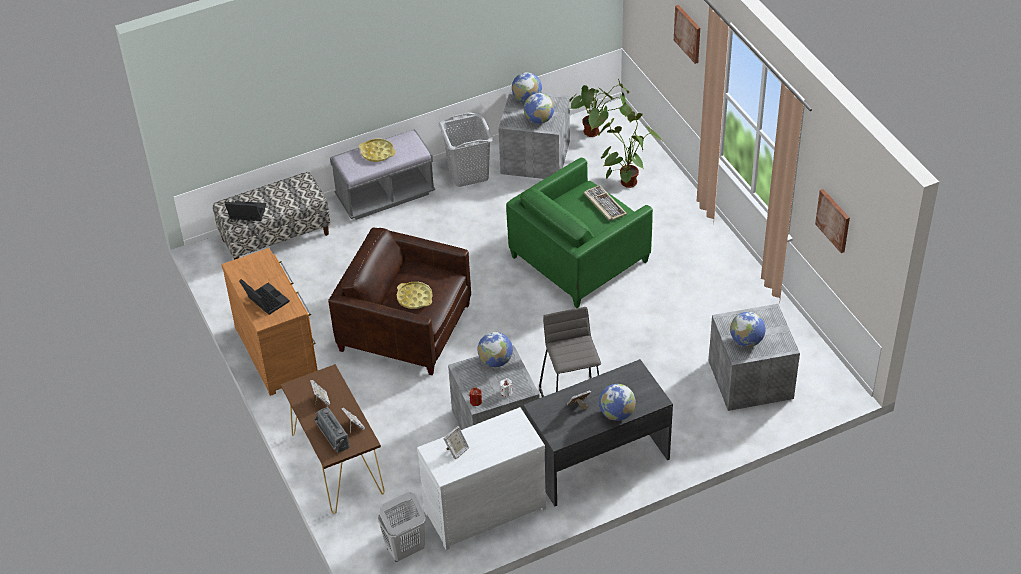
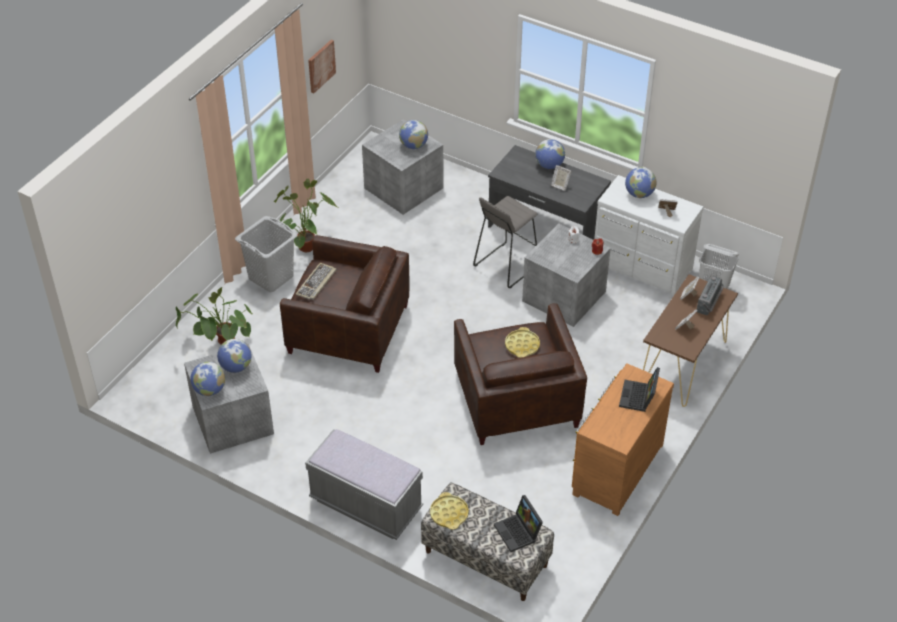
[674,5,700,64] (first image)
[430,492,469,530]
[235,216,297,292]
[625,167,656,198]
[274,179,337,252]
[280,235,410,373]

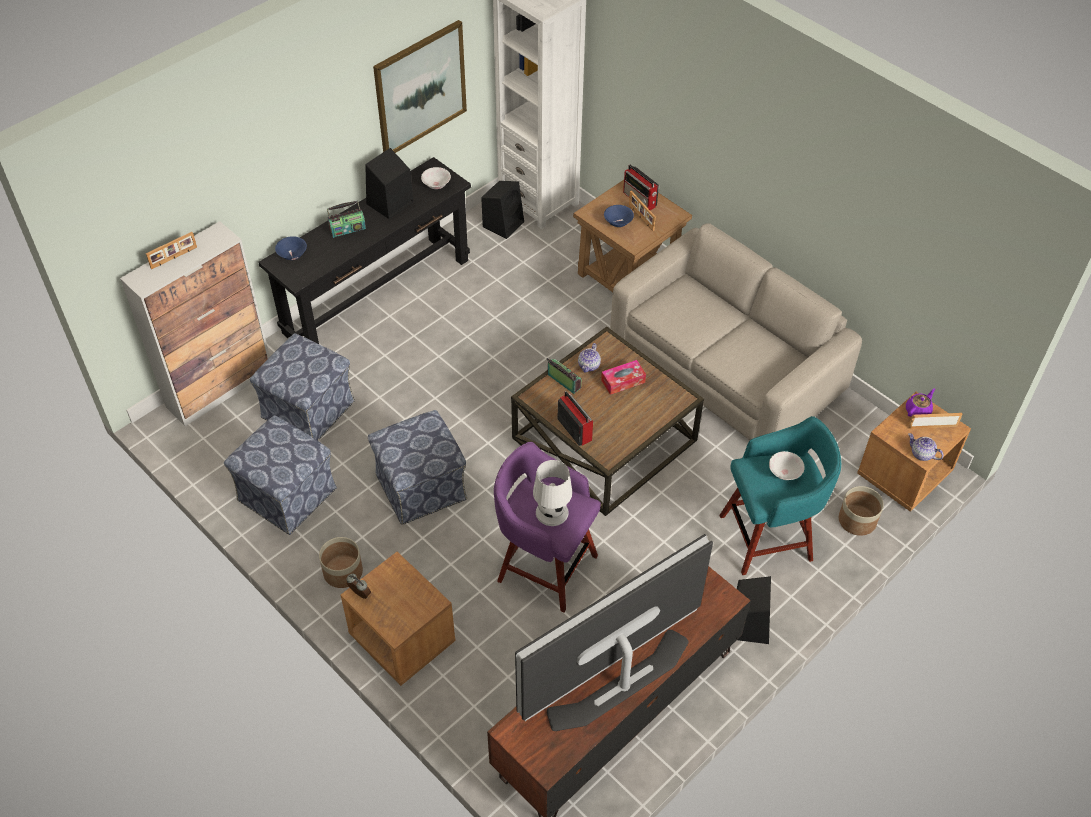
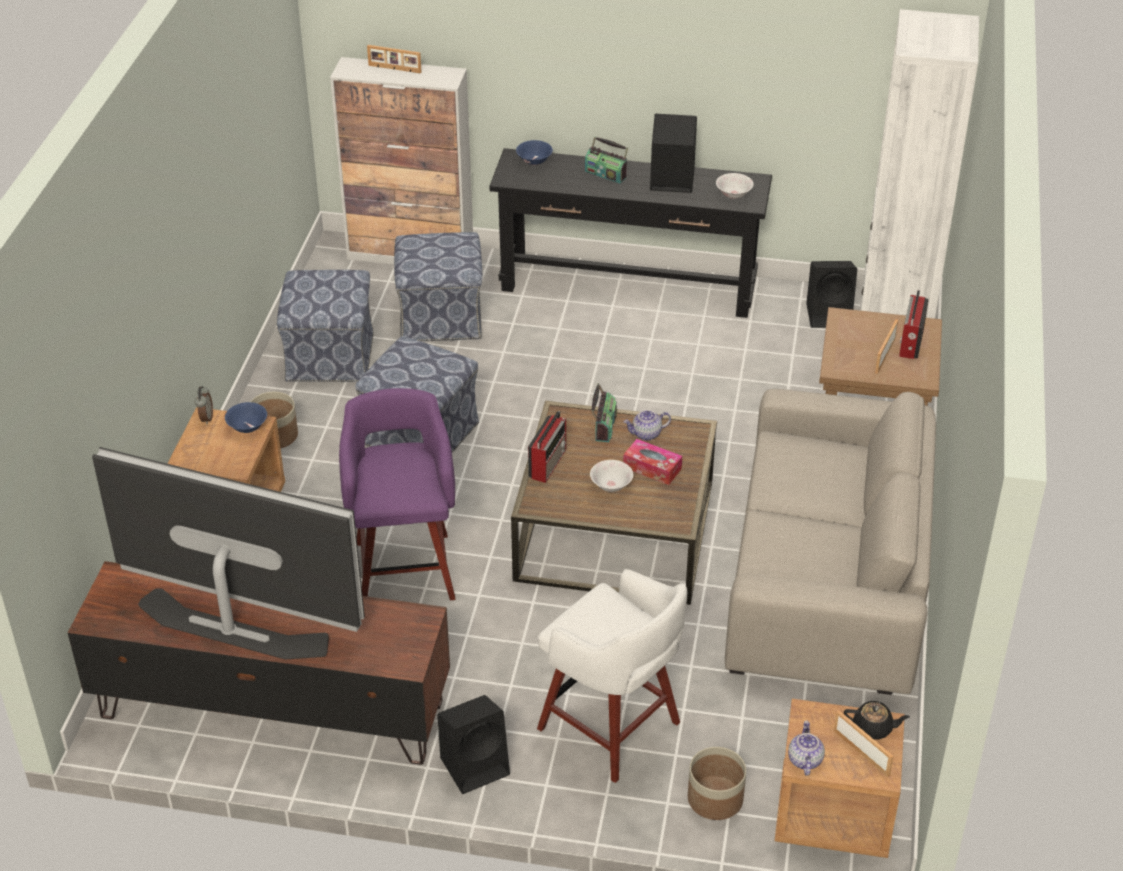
[373,20,467,153] (first image)
[533,460,572,526] (first image)
[225,402,267,433]
[590,460,633,492]
[537,569,687,783]
[844,701,910,739]

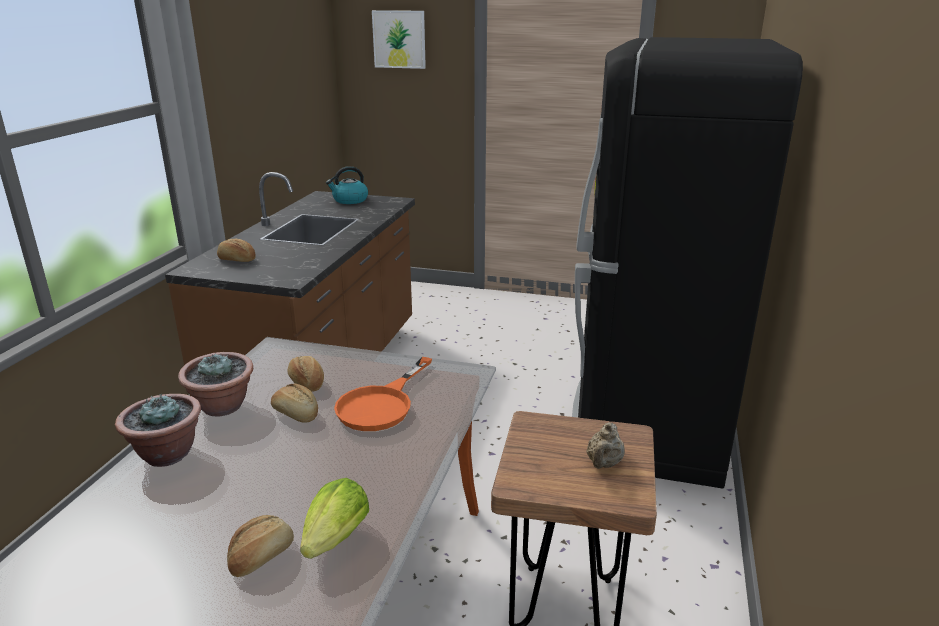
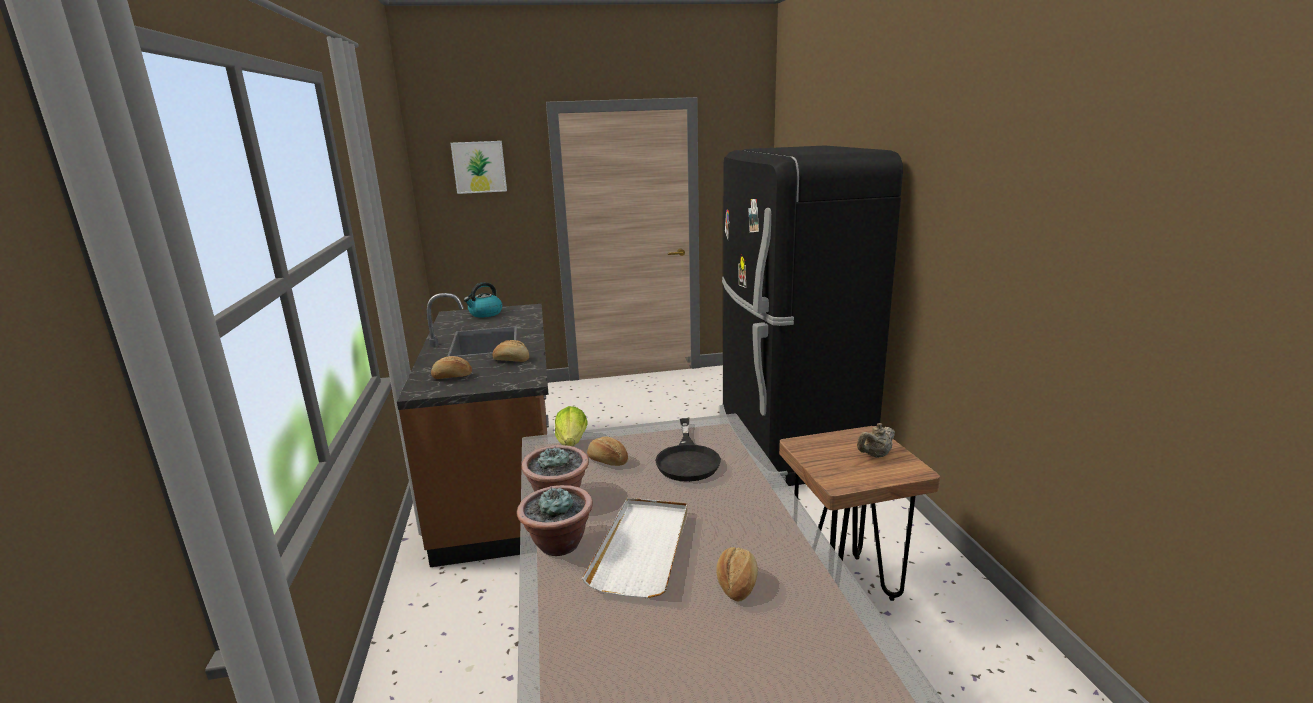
[582,498,687,598]
[492,340,529,362]
[555,406,588,446]
[655,418,721,482]
[857,423,895,458]

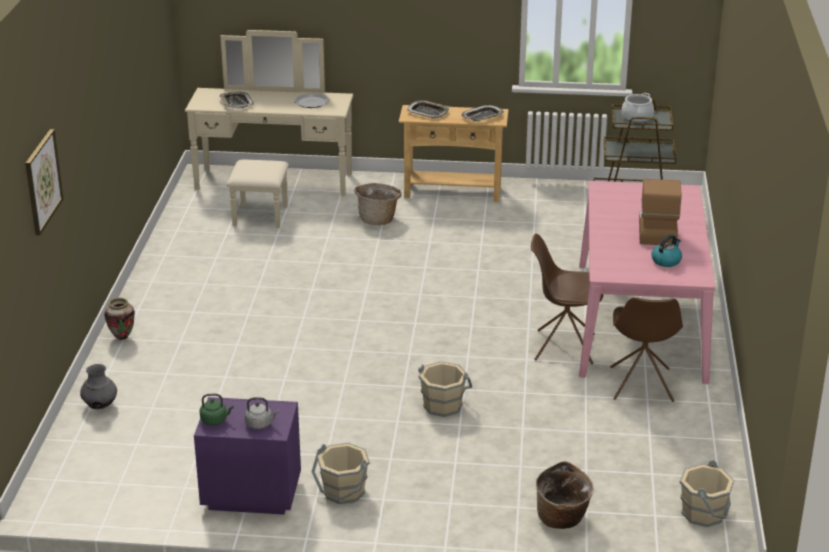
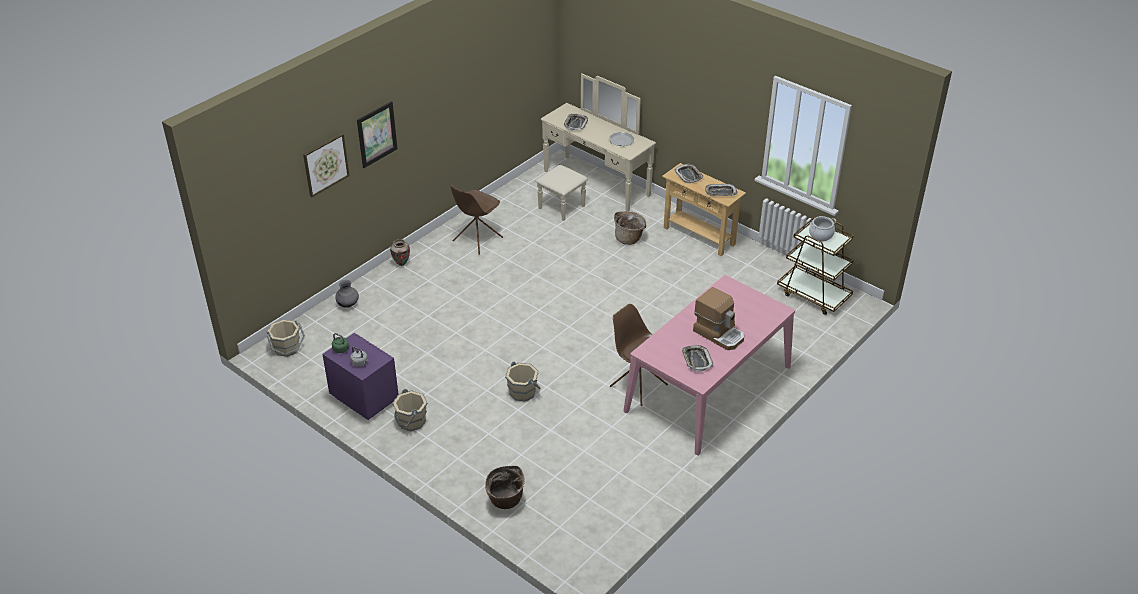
[357,101,398,168]
[450,184,503,255]
[267,319,305,357]
[681,345,713,371]
[693,287,744,350]

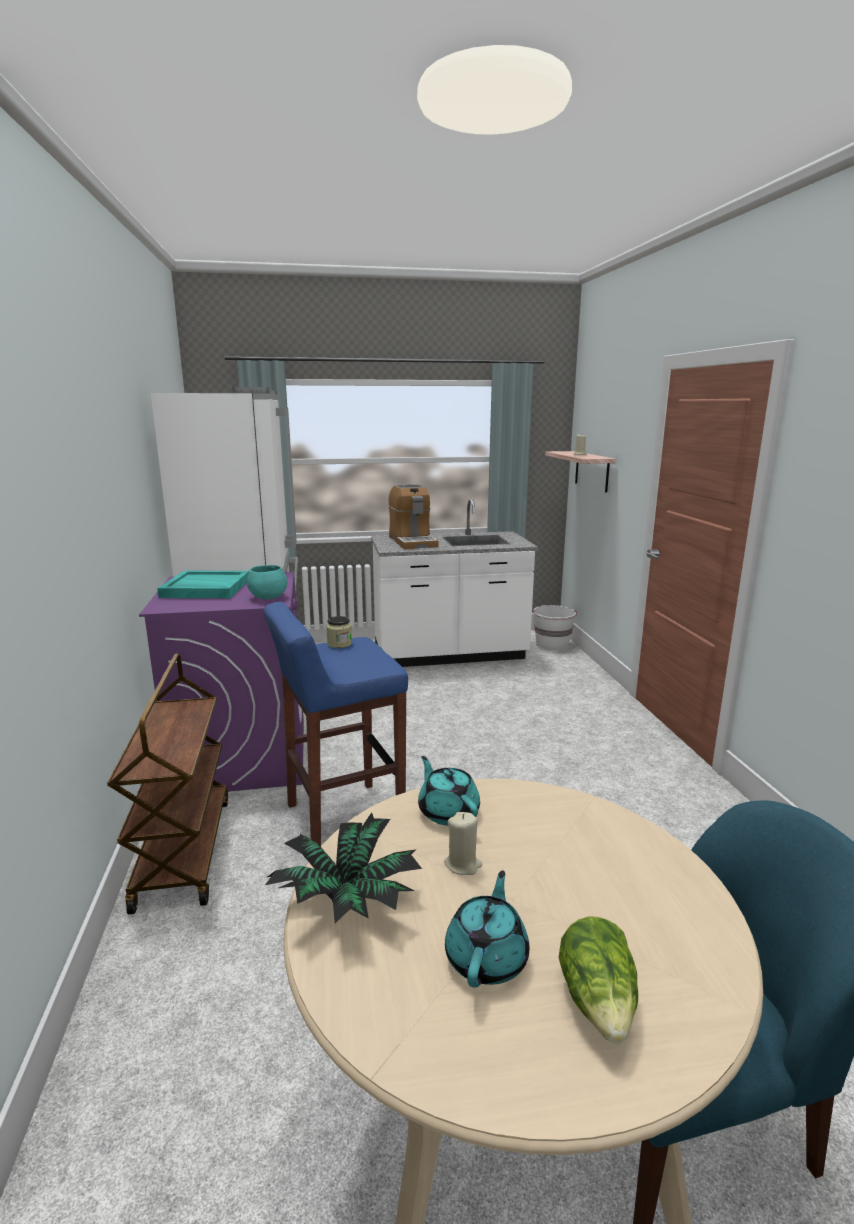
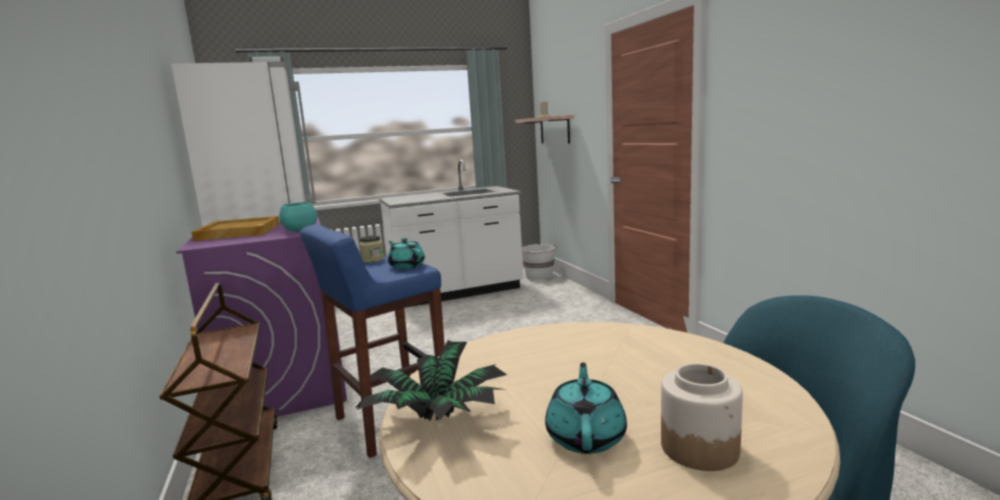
[388,484,439,549] (first image)
[444,812,482,875] (first image)
[388,238,425,269]
[661,364,743,471]
[192,216,279,241]

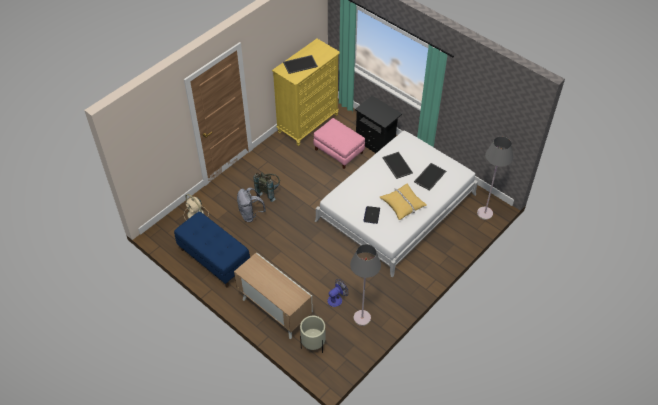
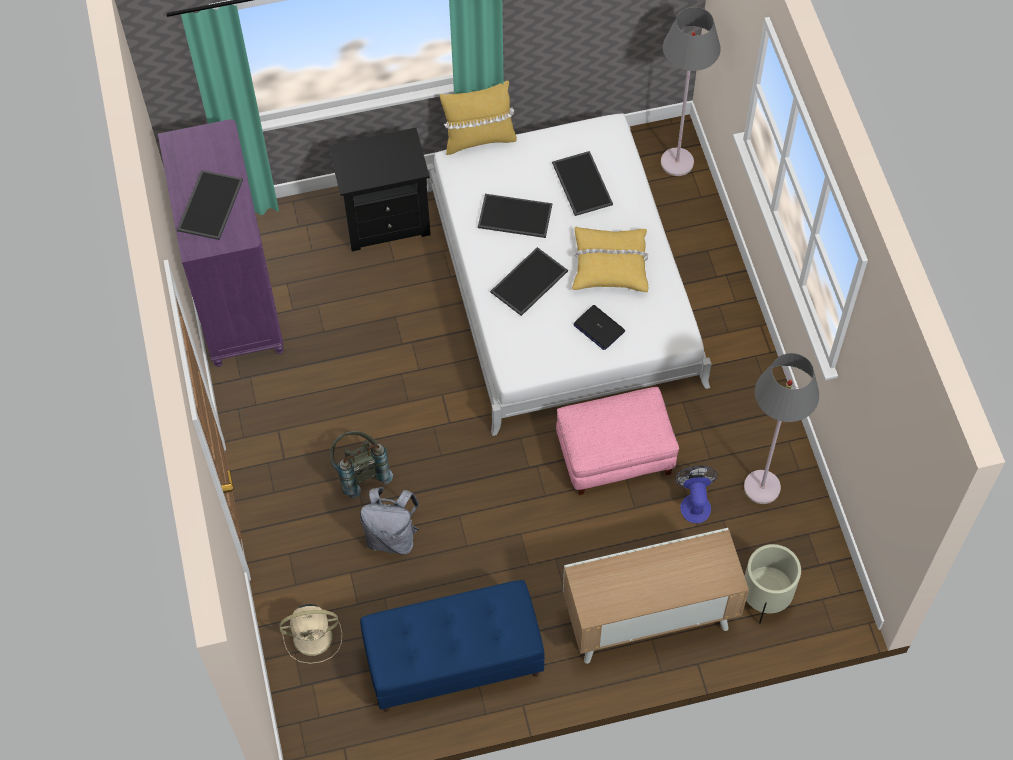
[440,81,517,155]
[490,247,568,316]
[556,387,679,495]
[158,119,284,367]

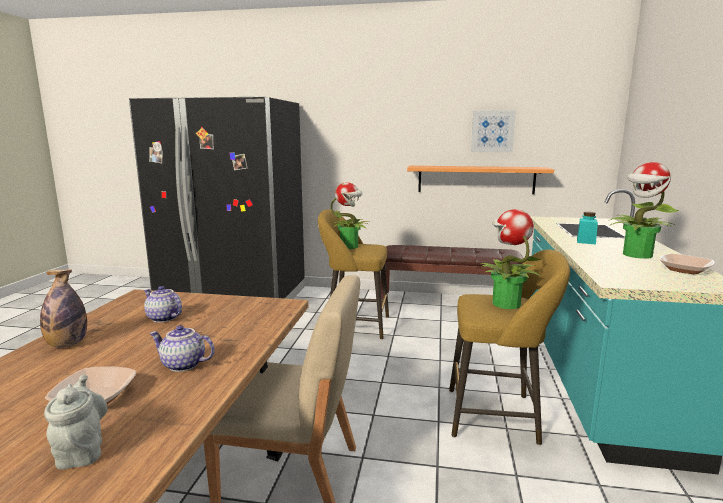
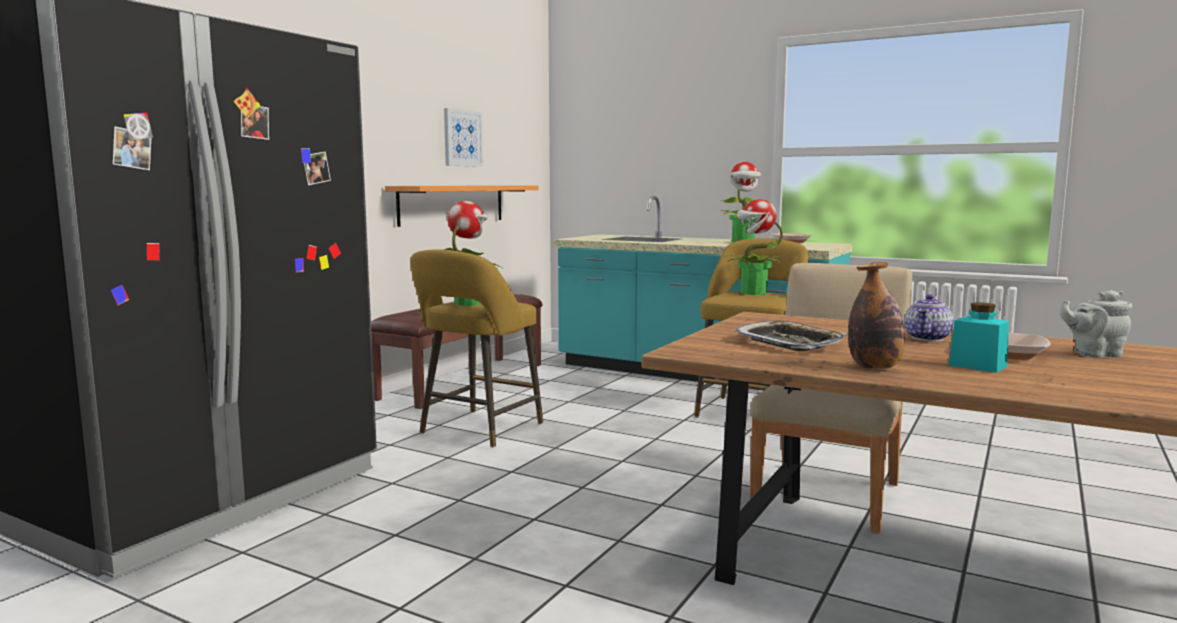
[949,302,1009,373]
[734,321,846,351]

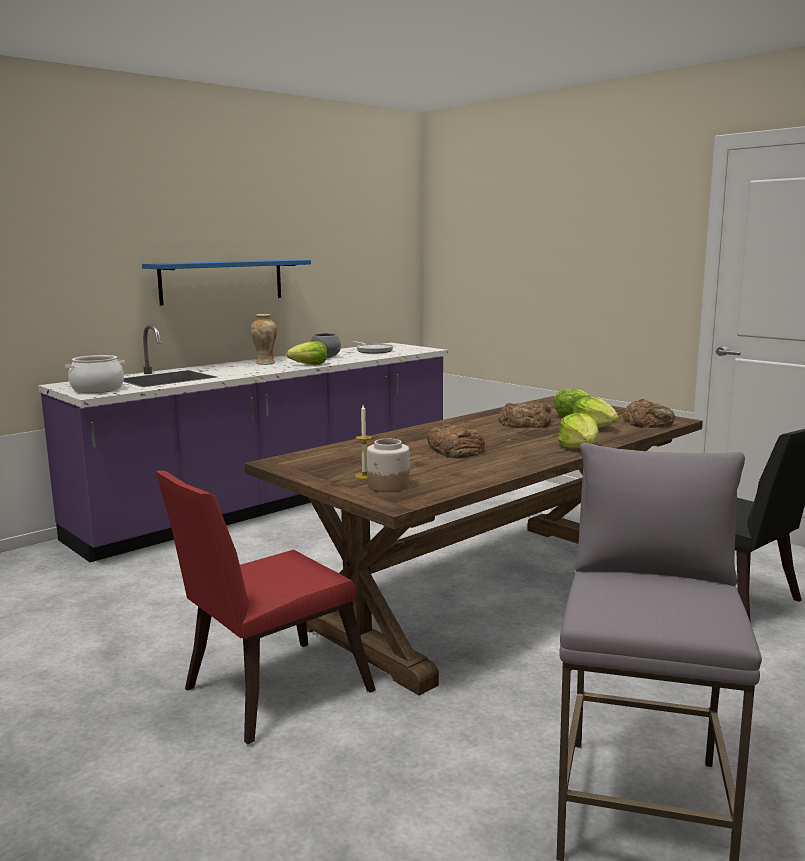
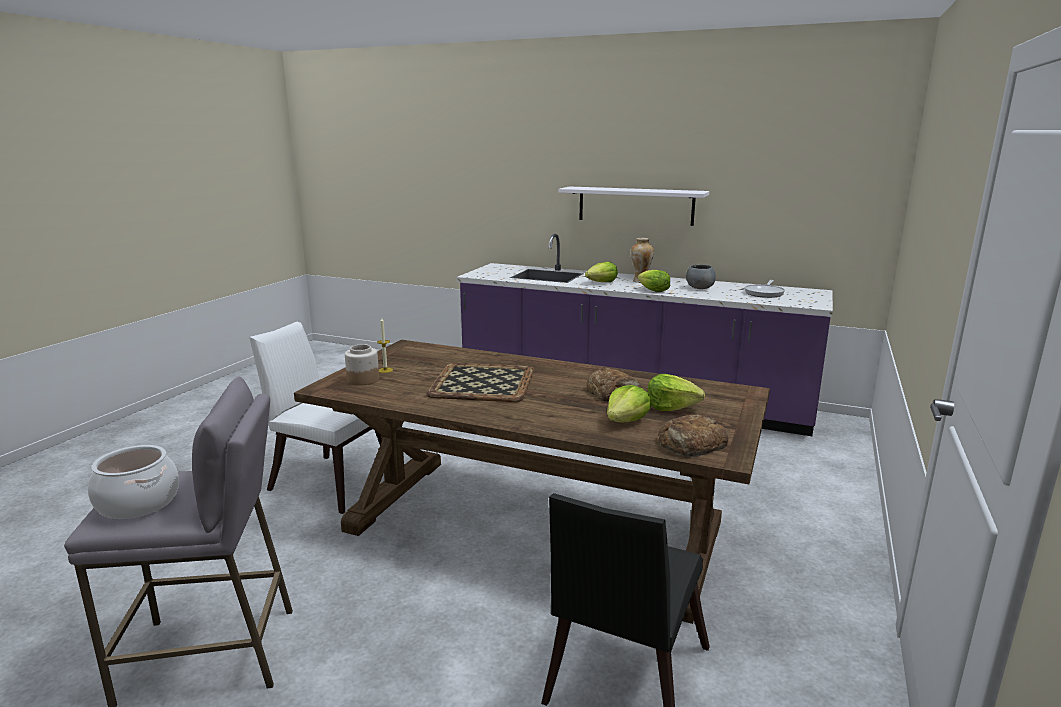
[88,445,179,519]
[585,262,618,282]
[426,363,534,402]
[558,187,709,226]
[249,322,382,514]

